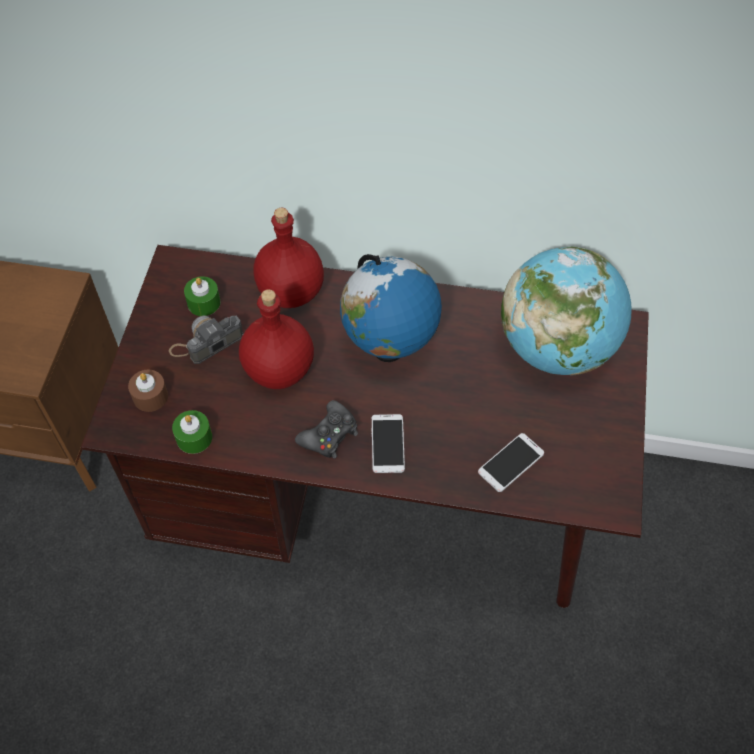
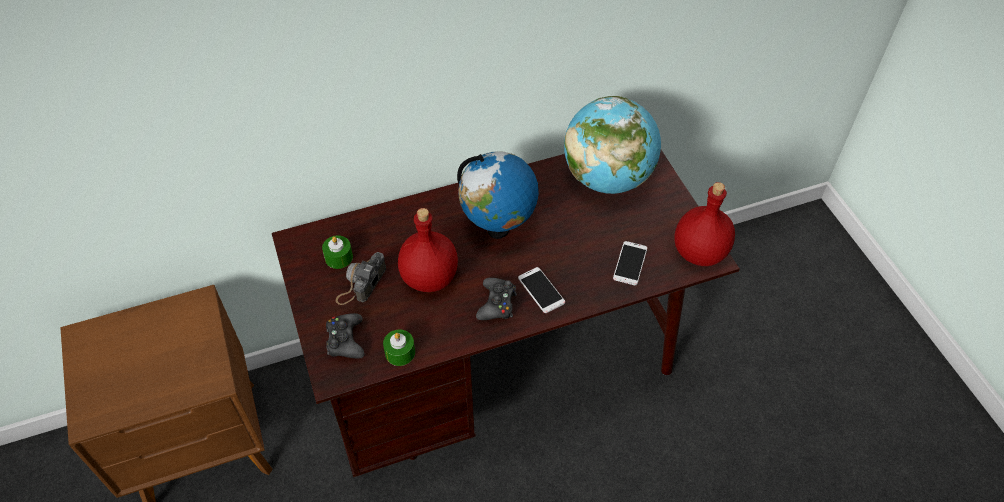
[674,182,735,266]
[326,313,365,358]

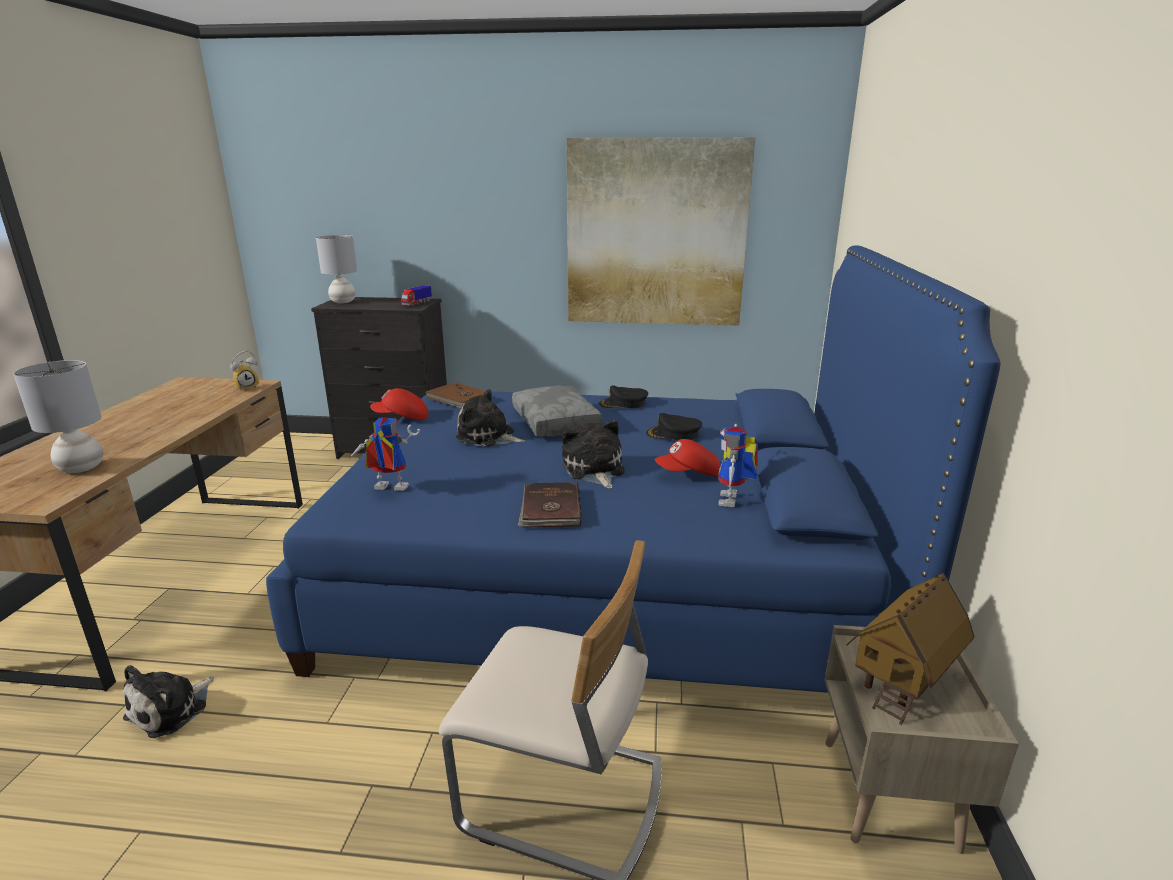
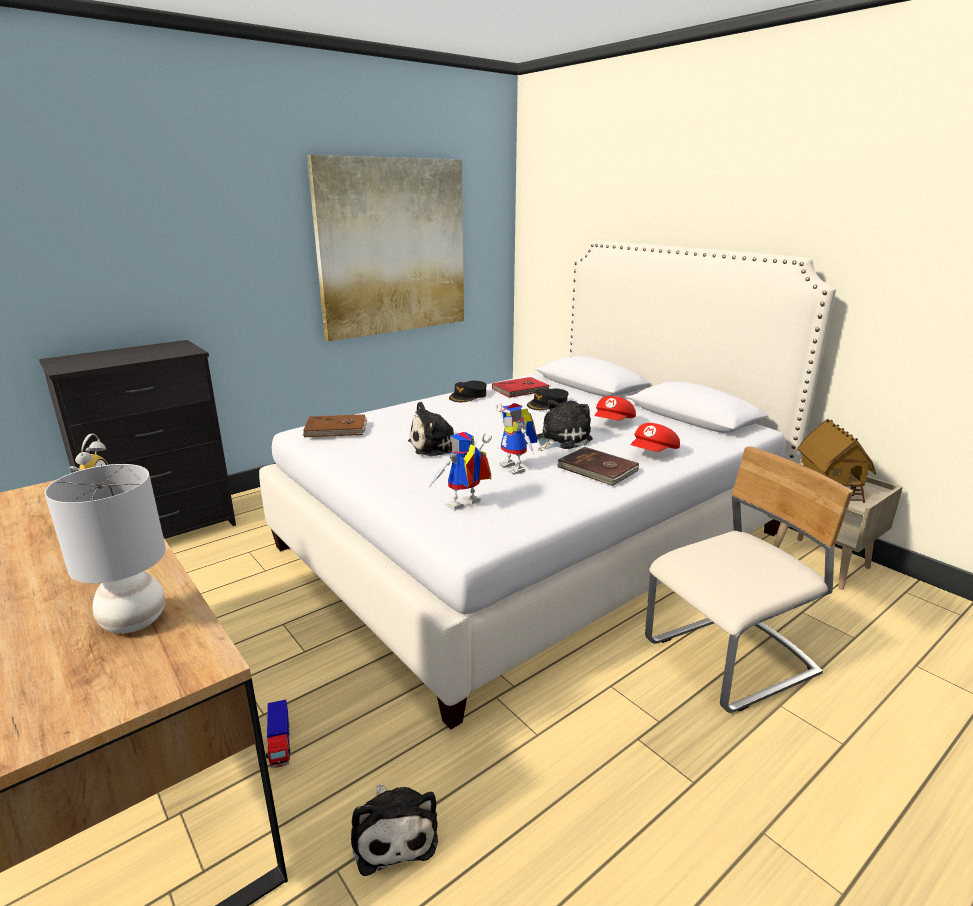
[316,235,357,303] (first image)
[512,386,602,437] (first image)
[492,377,550,398]
[630,423,680,452]
[266,700,290,768]
[496,403,538,475]
[259,241,836,729]
[537,400,593,451]

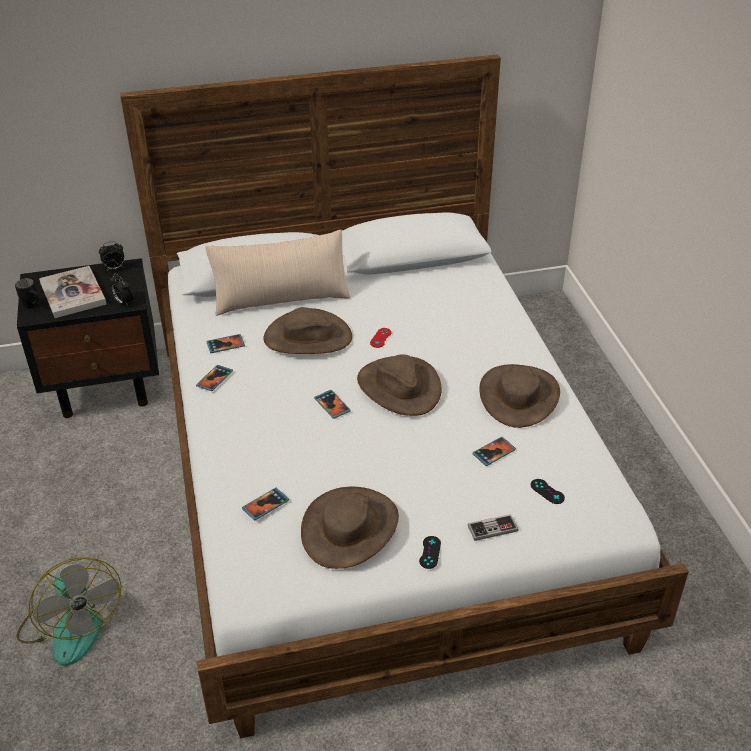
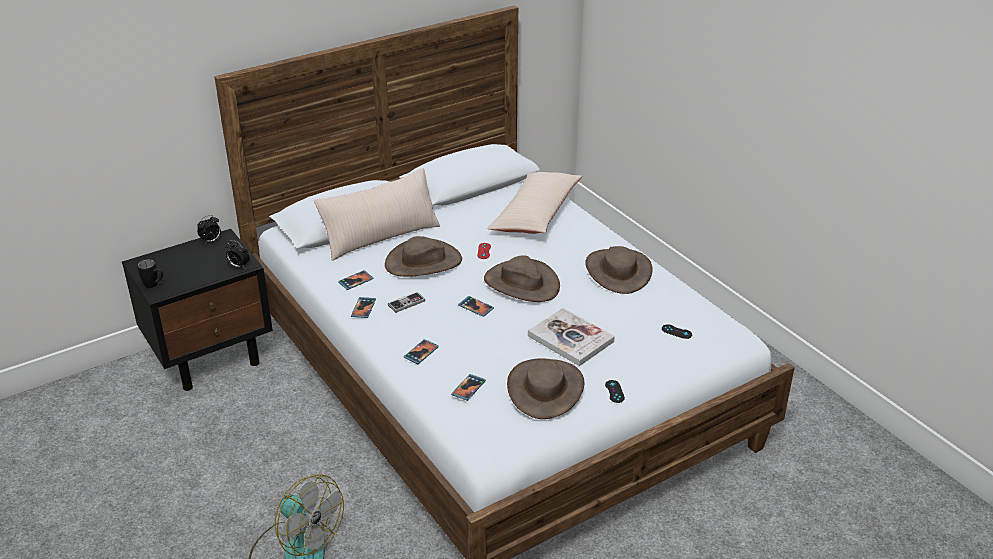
[487,172,582,234]
[528,308,615,366]
[388,292,425,313]
[404,339,439,364]

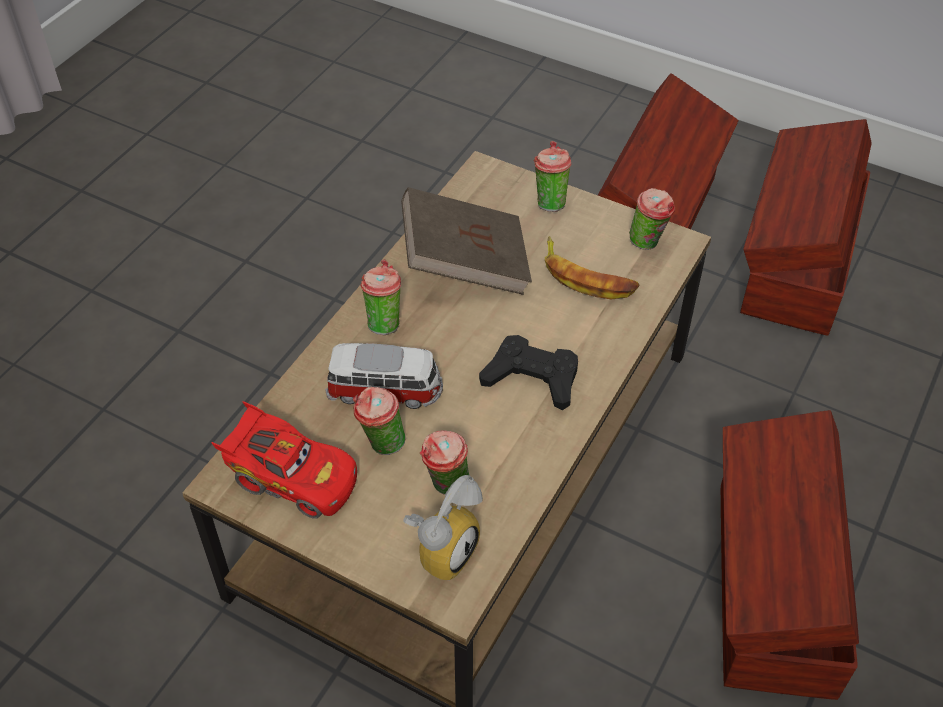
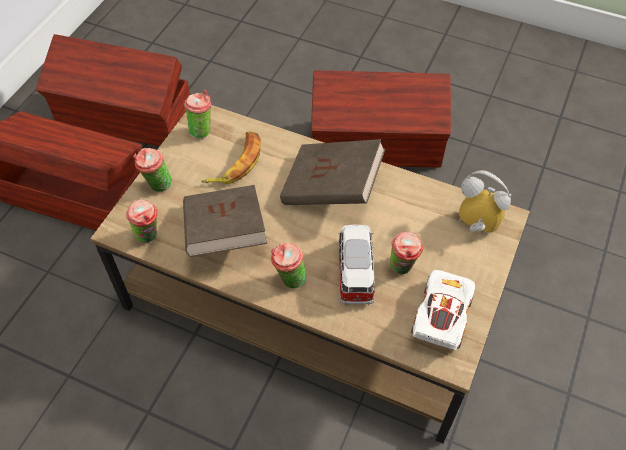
[126,199,158,243]
[280,139,385,205]
[411,270,475,350]

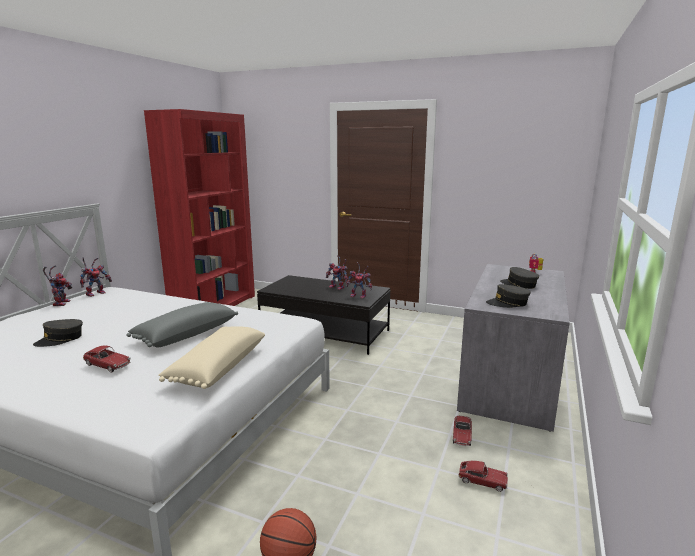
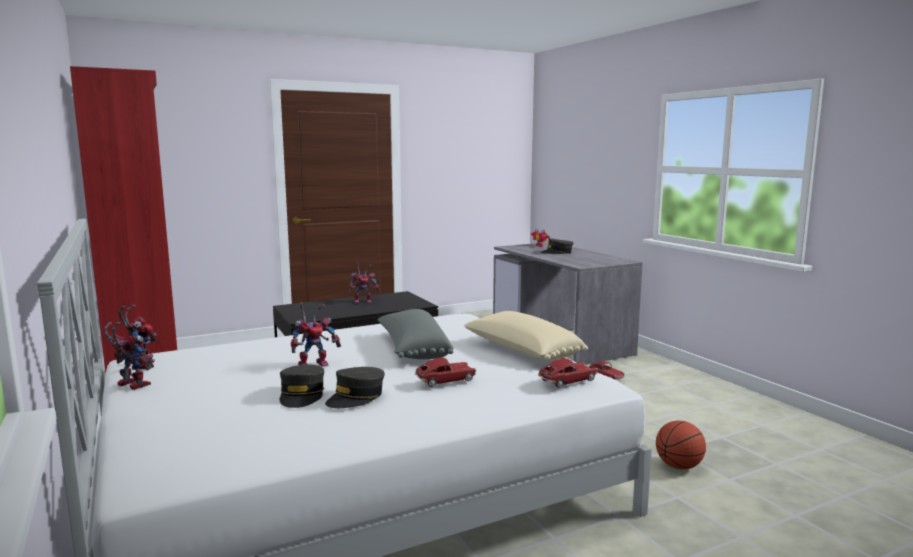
[291,302,341,367]
[538,358,598,388]
[325,367,385,408]

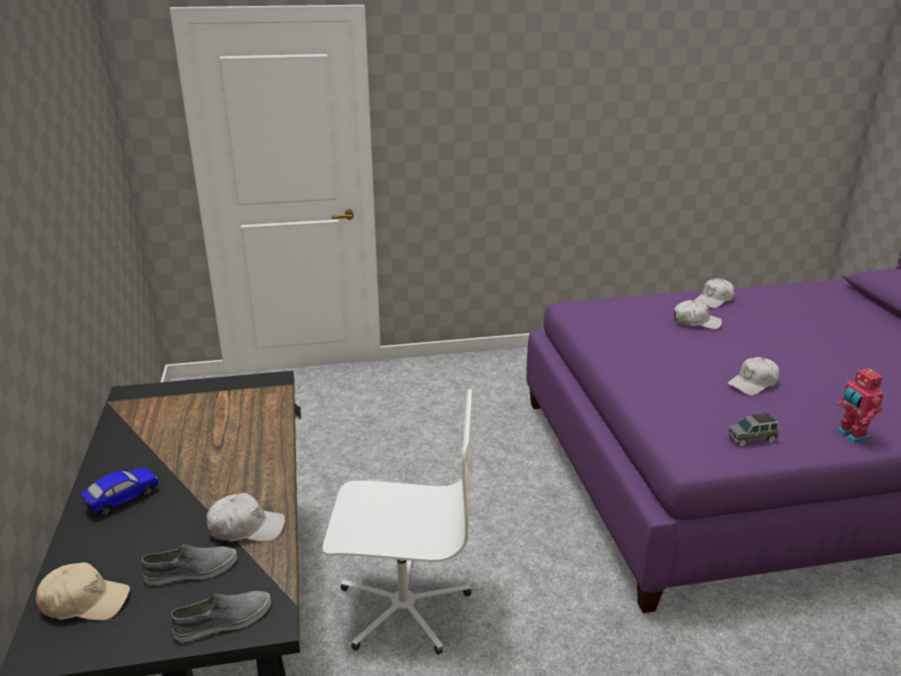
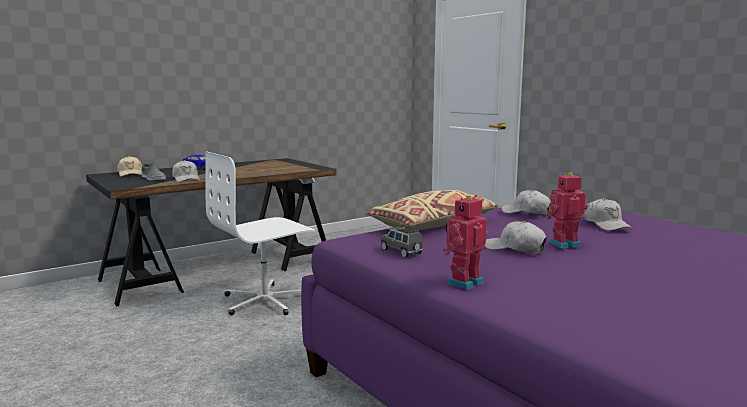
[171,591,271,642] (first image)
[365,190,499,230]
[546,172,588,248]
[501,190,551,214]
[205,151,315,316]

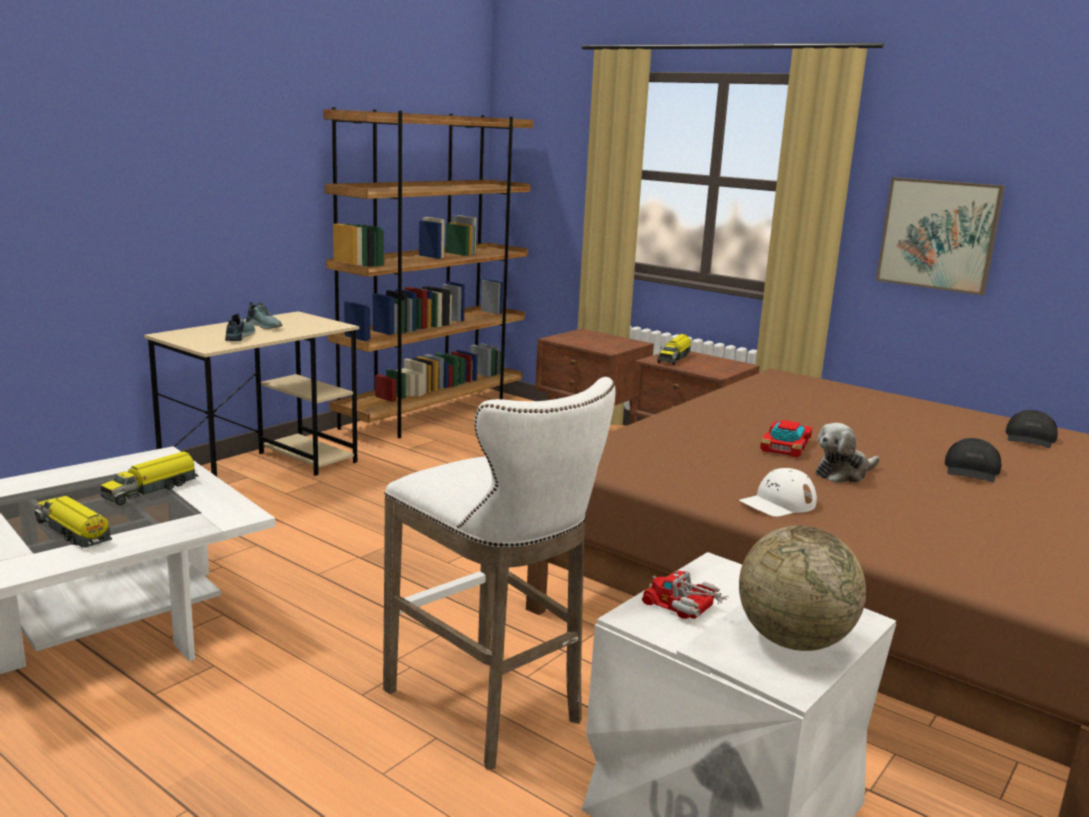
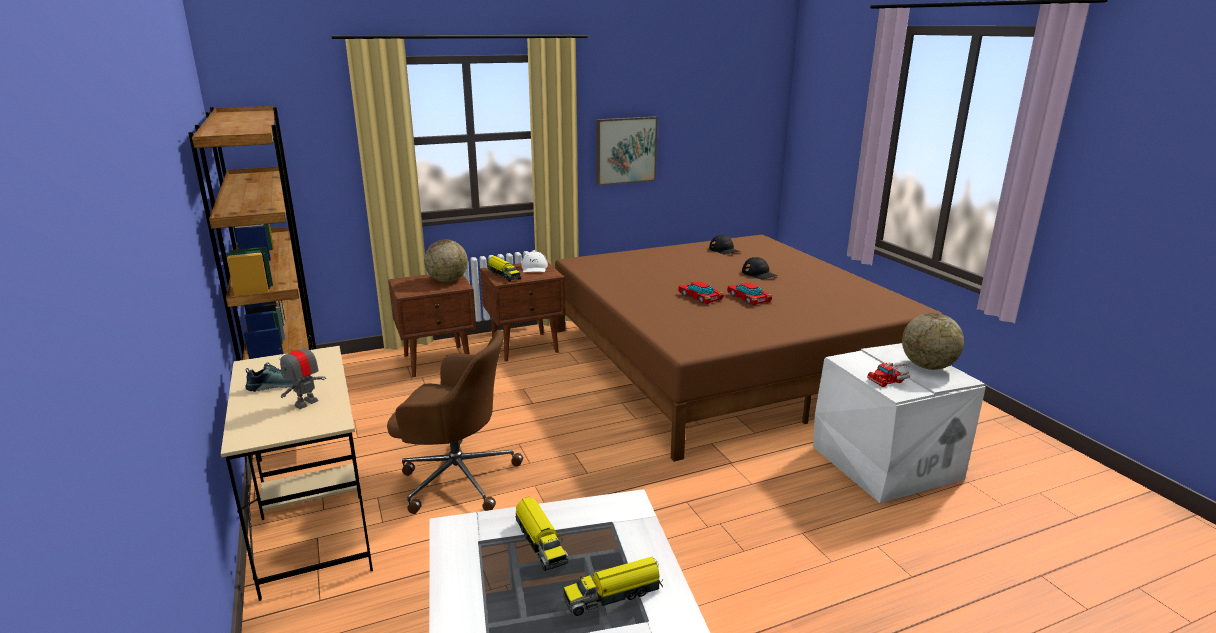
[383,377,615,769] (first image)
[387,330,523,514]
[424,239,468,282]
[521,252,548,272]
[279,335,326,409]
[727,282,772,305]

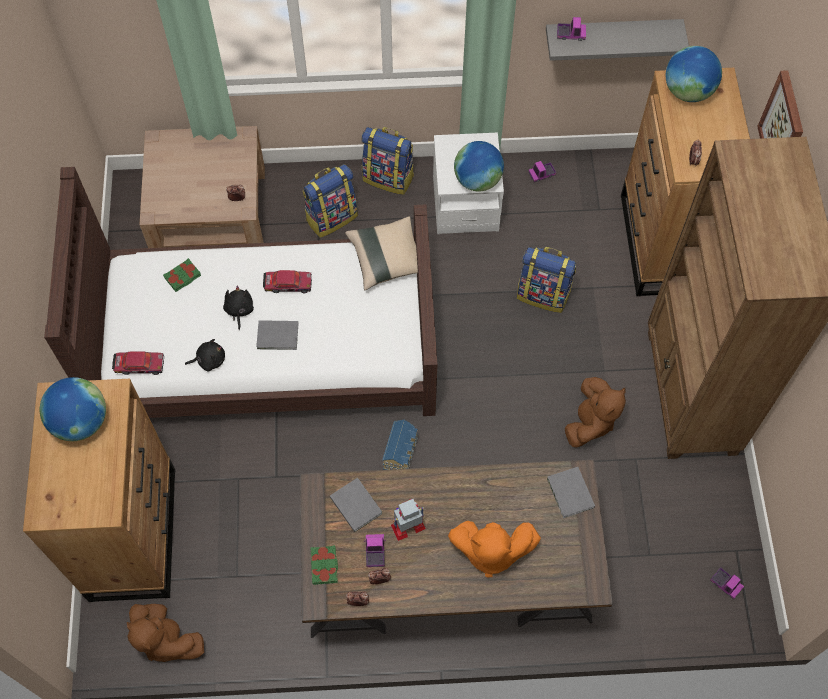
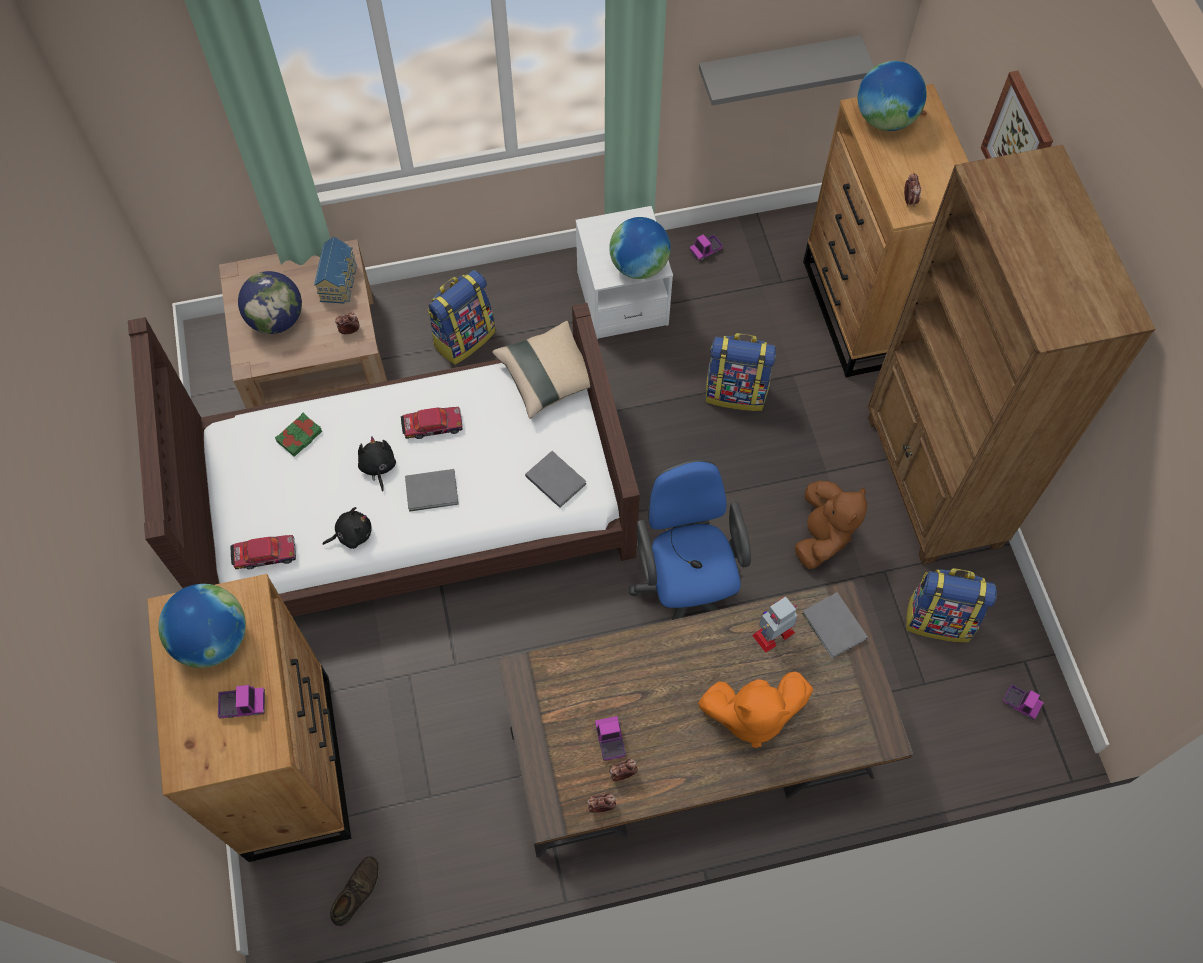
[311,545,338,585] (first image)
[238,271,302,334]
[629,459,751,620]
[525,451,586,508]
[906,568,997,643]
[314,237,357,304]
[752,596,798,653]
[218,685,265,719]
[330,856,380,926]

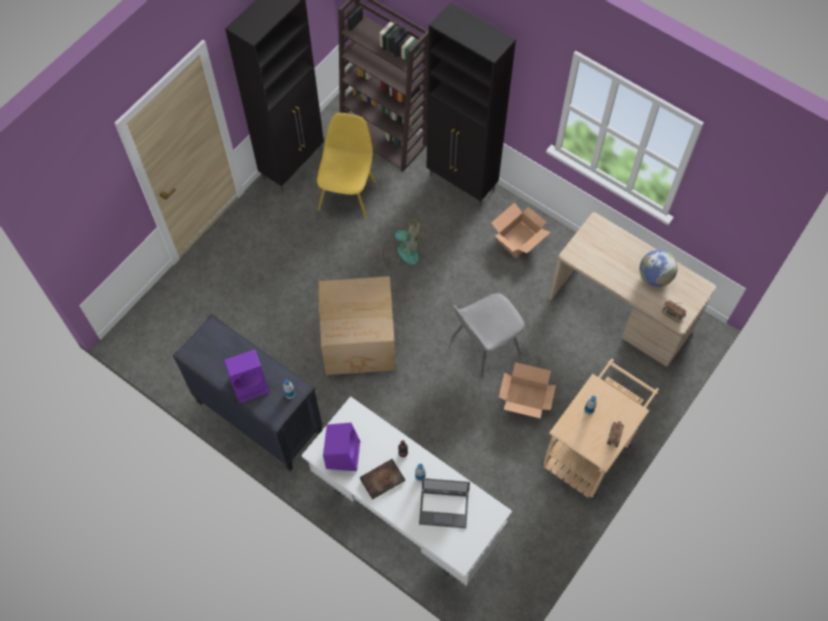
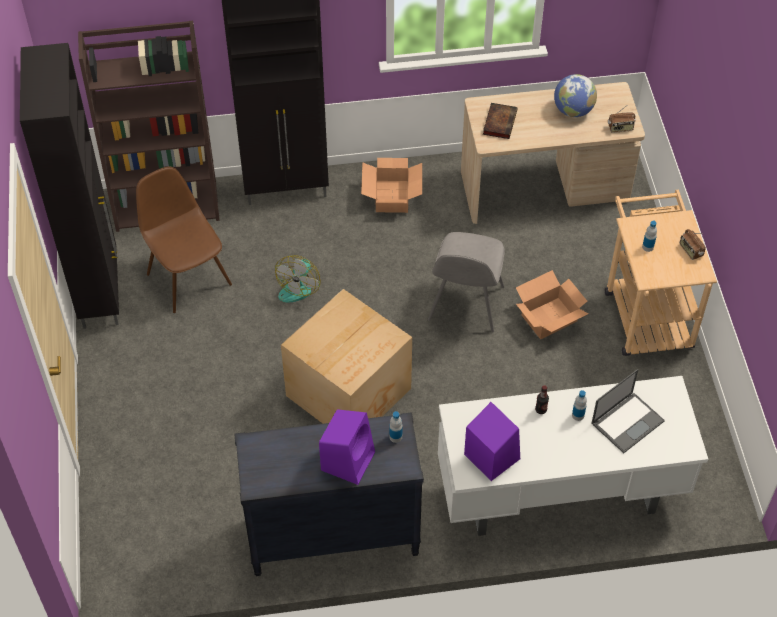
[483,103,518,139]
[136,166,232,313]
[275,255,321,303]

